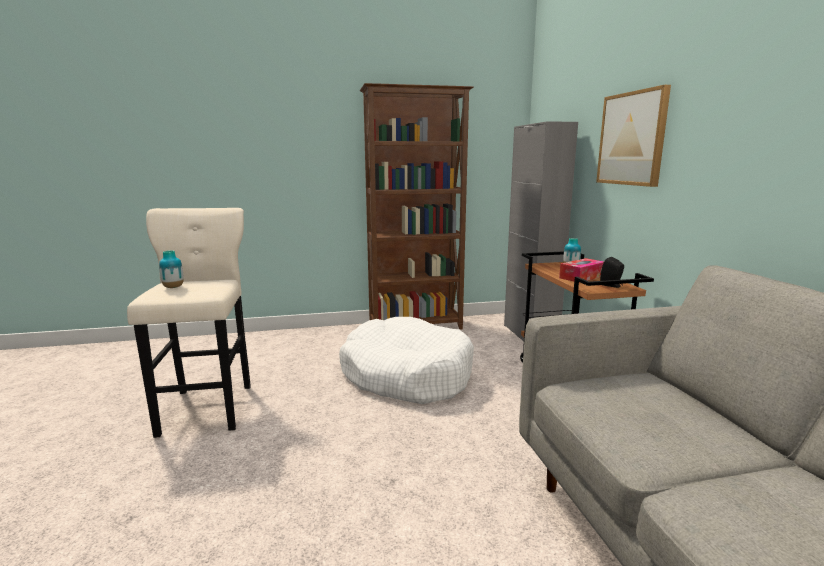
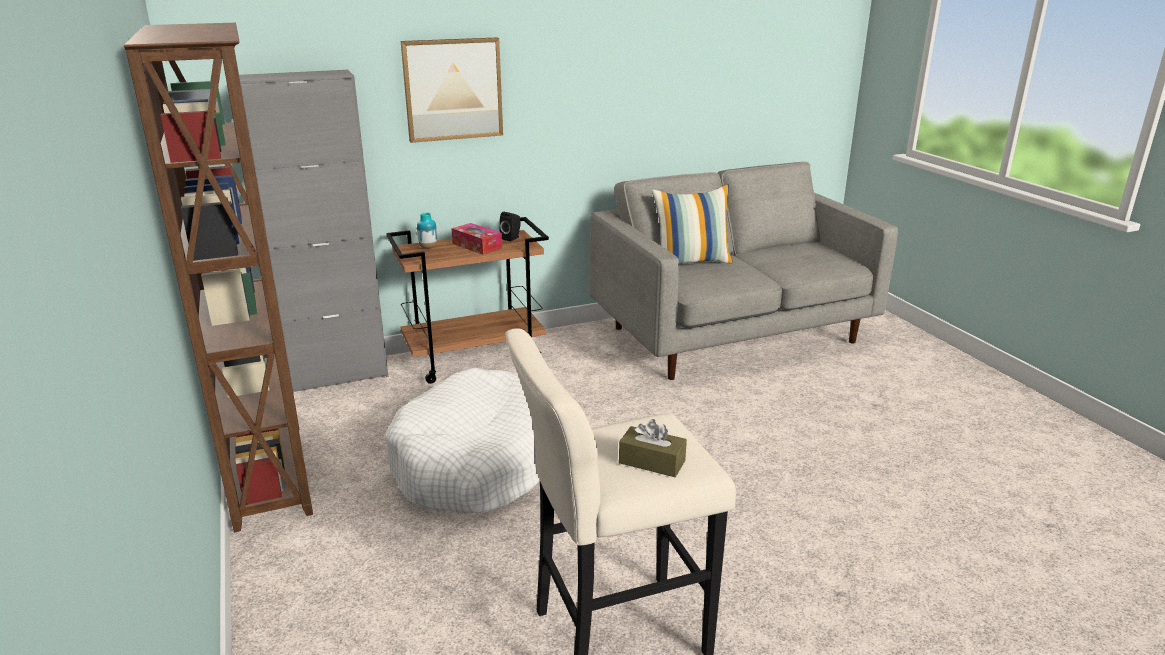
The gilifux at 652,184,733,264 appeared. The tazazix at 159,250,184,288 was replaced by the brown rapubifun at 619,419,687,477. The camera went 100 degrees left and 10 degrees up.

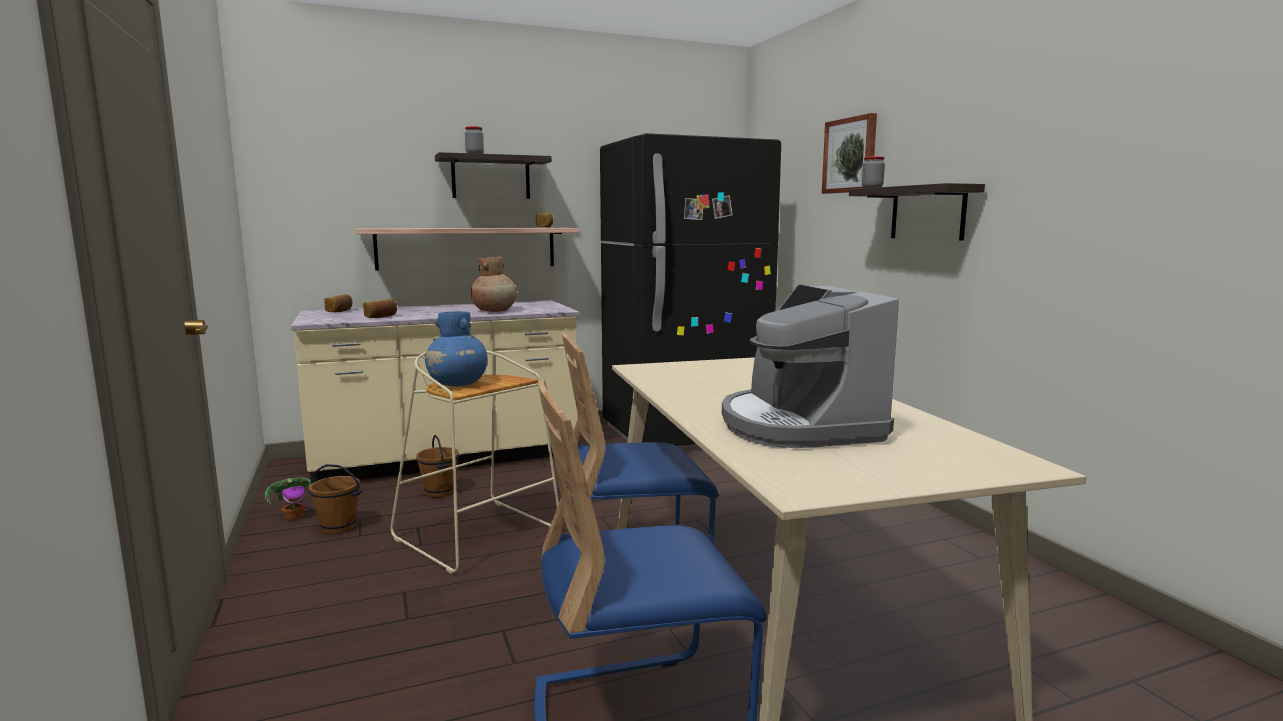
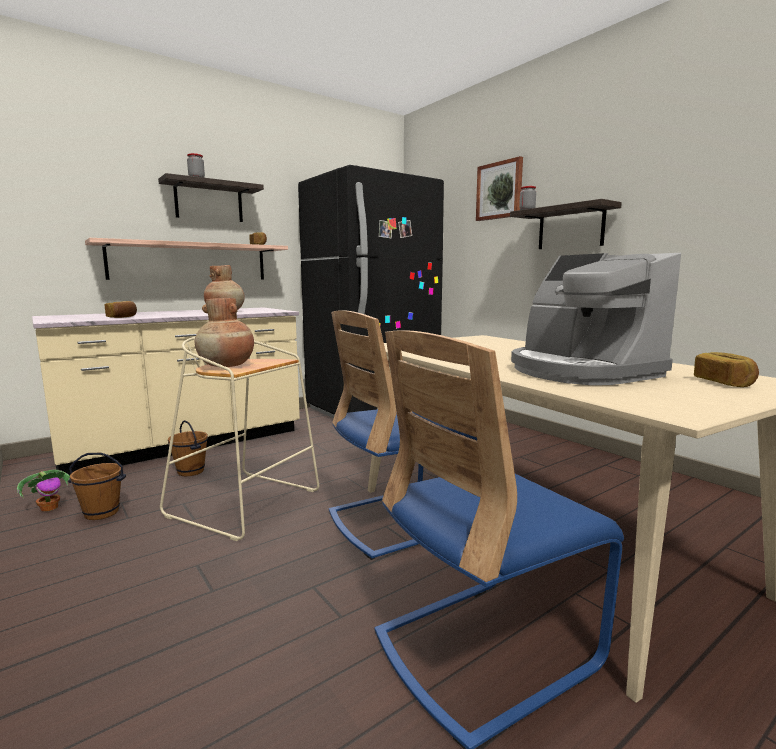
The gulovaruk moved from 324,294,352,312 to 694,352,759,387. The blue tazazix at 425,311,488,386 became the brown tazazix at 195,298,254,367. The camera went 15 degrees left and 0 degrees up.

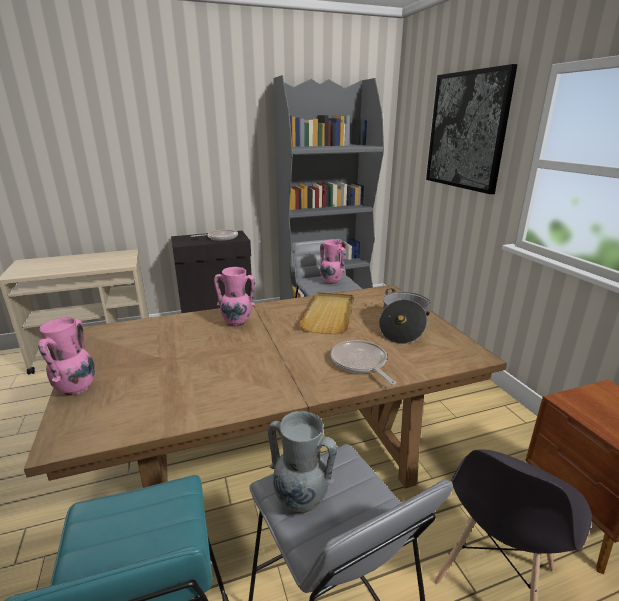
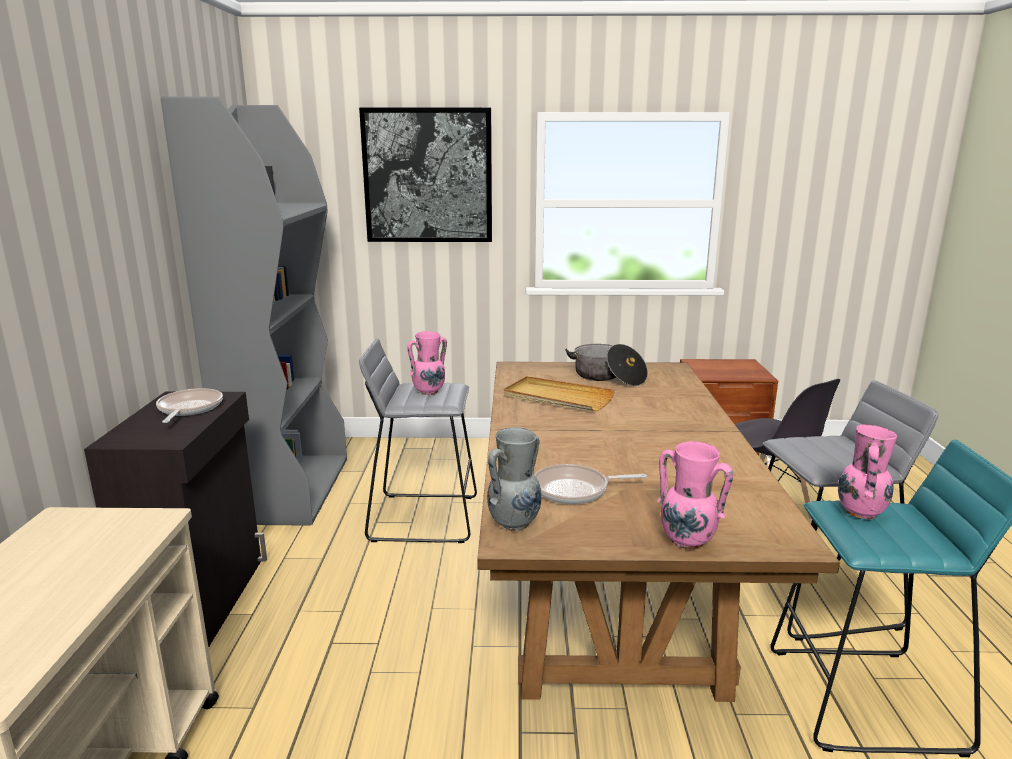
The pink tazazix moved from 214,267,255,327 to 838,424,897,520. The grey tazazix moved from 268,411,337,514 to 487,427,541,532. The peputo moved from 331,340,396,385 to 534,464,647,504. The camera went 70 degrees left and 5 degrees down.

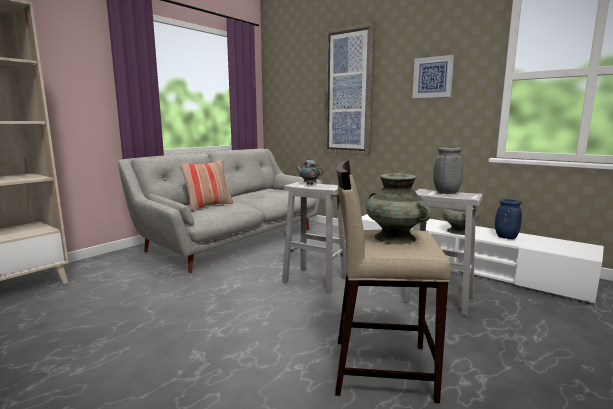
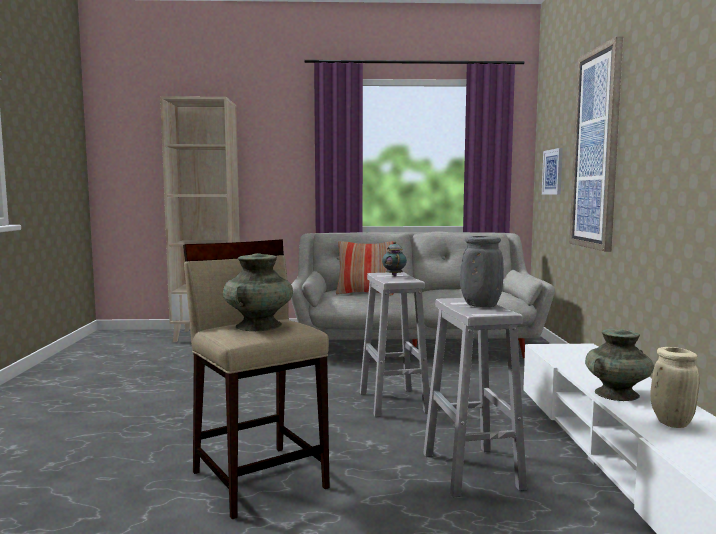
The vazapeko moved from 412,55,454,98 to 542,148,563,195. The blue tazazix at 495,199,522,239 became the beige tazazix at 650,347,700,428. The camera went 50 degrees right and 5 degrees down.

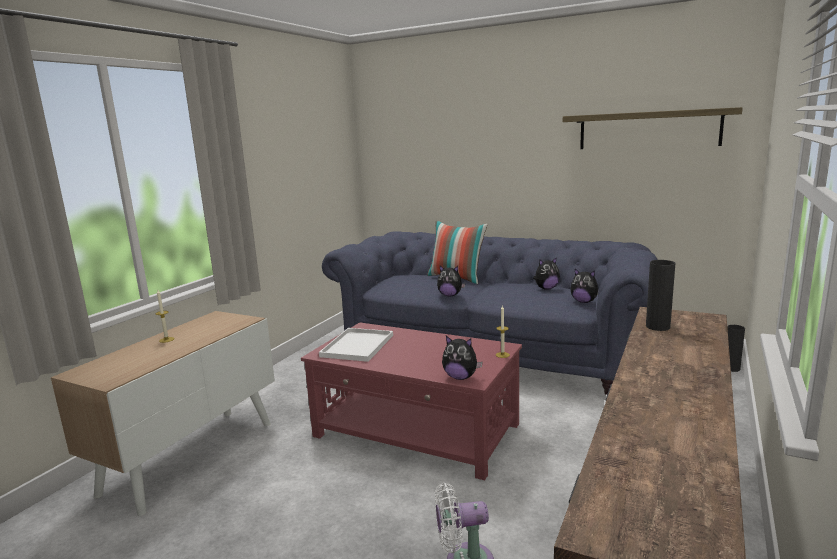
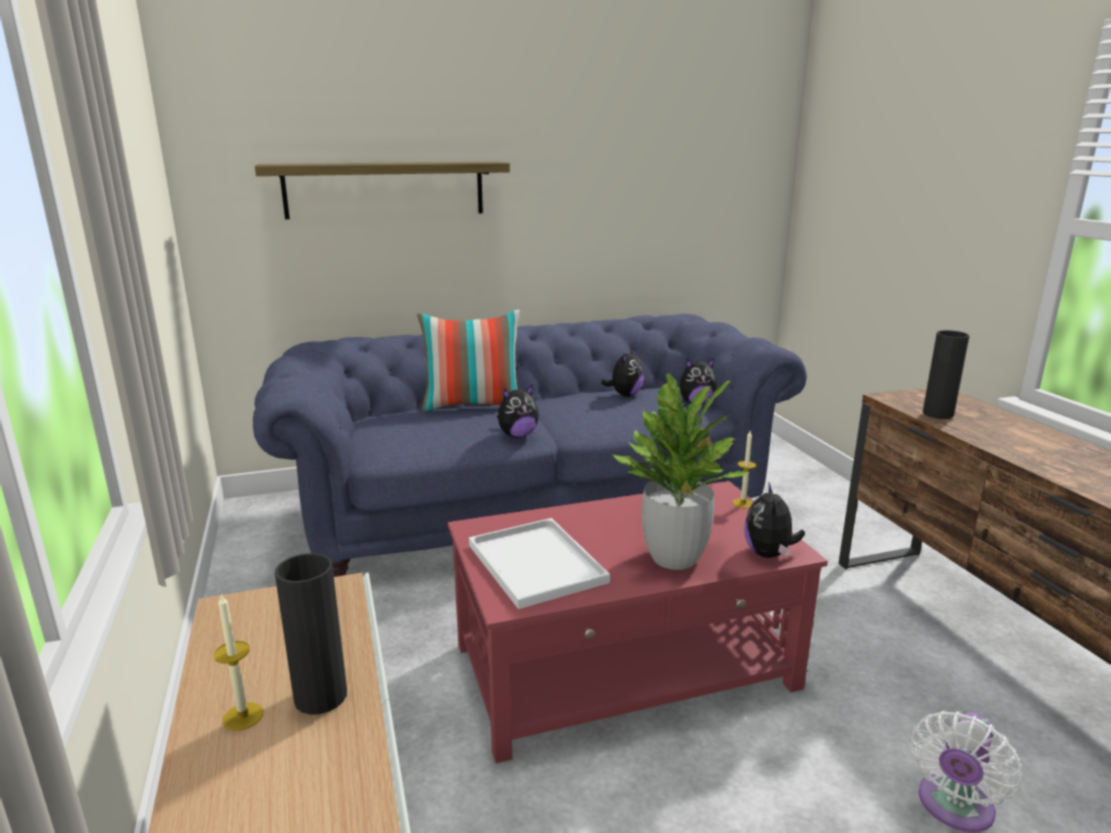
The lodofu at 612,373,747,570 appeared. The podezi moved from 563,107,743,149 to 255,161,510,219. The black tazazix moved from 727,325,745,372 to 275,553,347,715. The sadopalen at 442,336,483,380 turned 120 degrees clockwise. The camera went 45 degrees left and 5 degrees up.

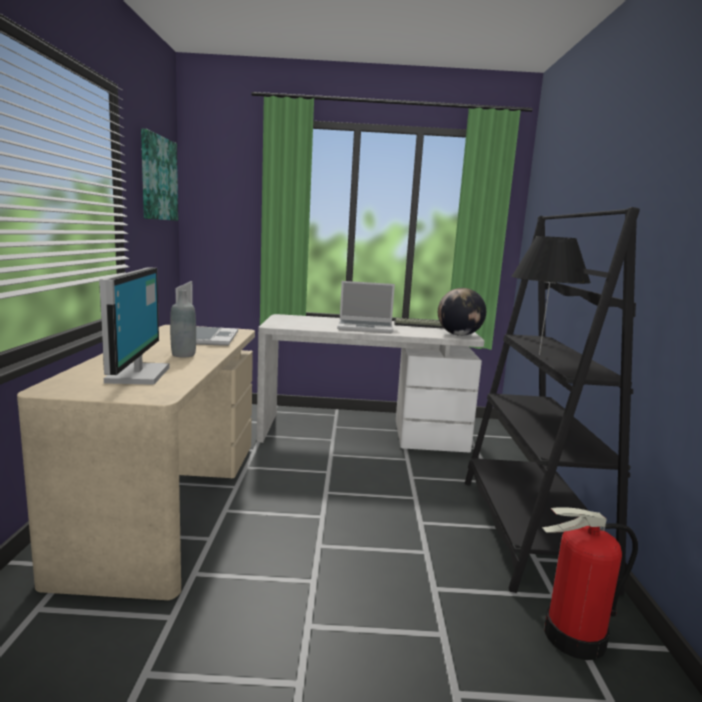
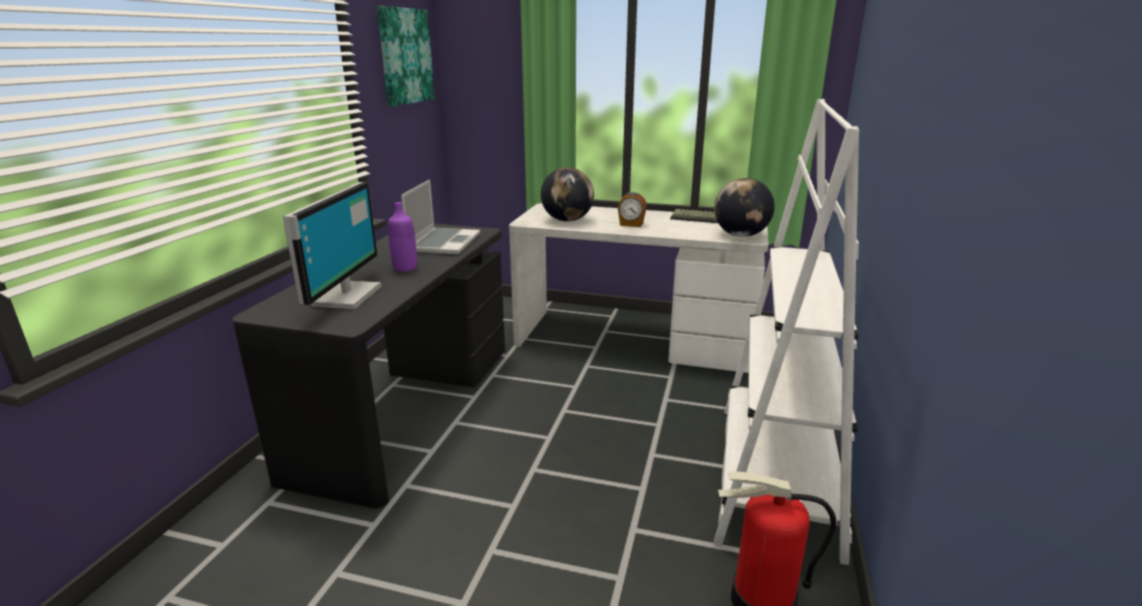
The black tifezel at 511,236,591,355 disappeared. The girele at 541,167,594,222 appeared. The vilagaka at 337,281,395,333 was replaced by the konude at 618,192,647,227. The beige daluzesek at 17,325,255,600 became the black daluzesek at 232,224,505,509. The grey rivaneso at 170,290,196,357 became the purple rivaneso at 388,202,417,272. The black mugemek at 465,207,640,595 became the white mugemek at 714,99,859,565. The camera went 15 degrees right and 10 degrees up.

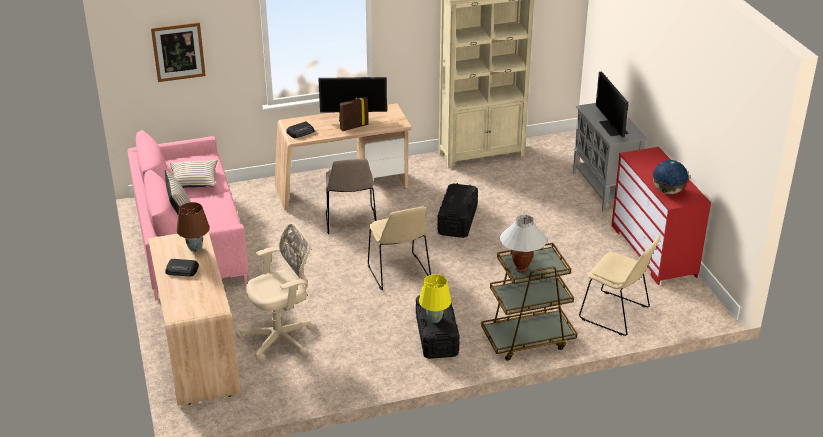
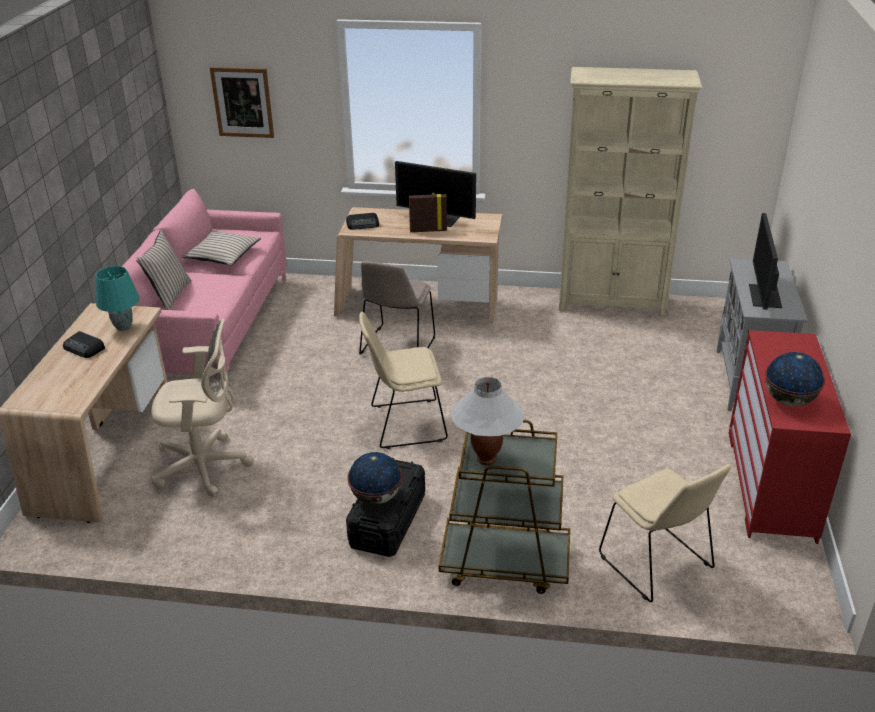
The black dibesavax at 437,183,478,238 disappeared. The yellow tifezel at 419,274,452,323 was replaced by the girele at 347,452,402,505. The brown tifezel at 177,202,210,252 became the turquoise tifezel at 96,266,139,331. The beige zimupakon at 368,207,431,290 turned 75 degrees clockwise. The camera went 25 degrees right and 0 degrees up.

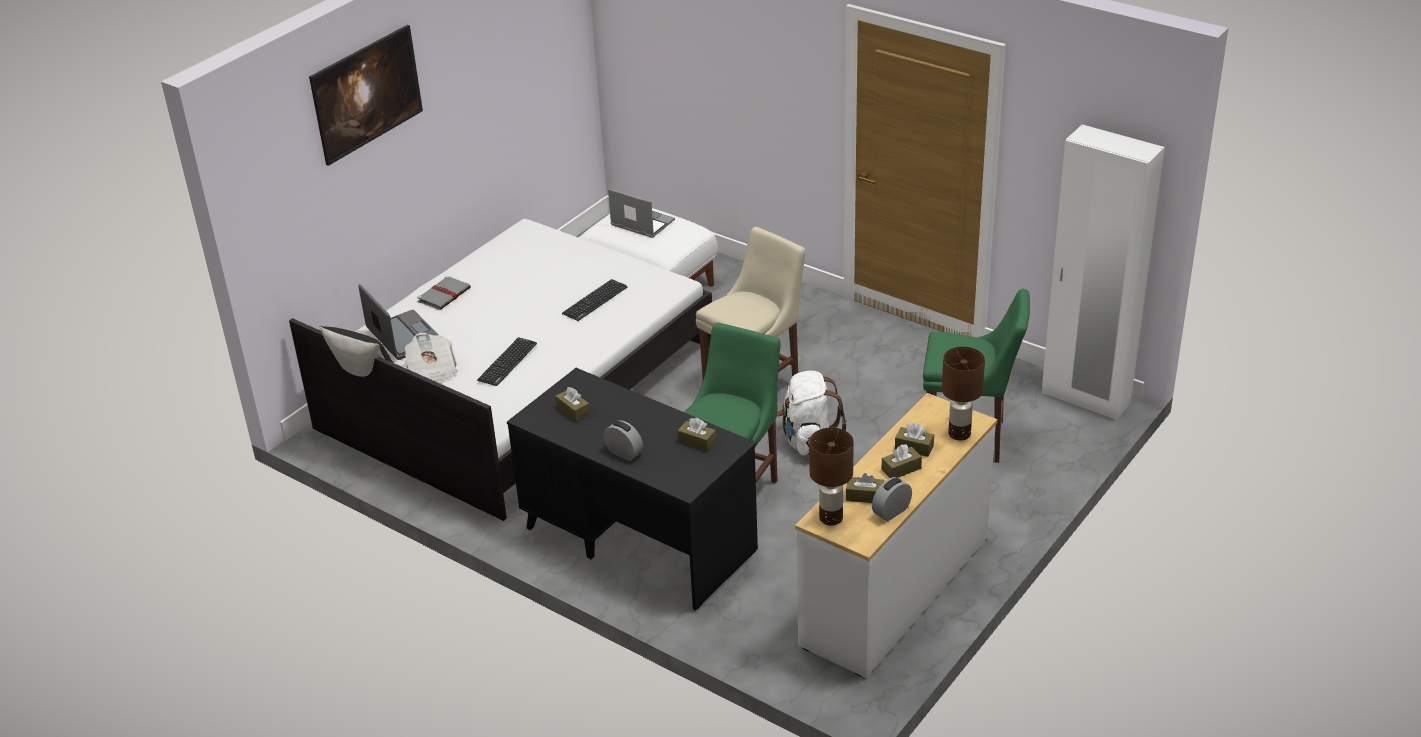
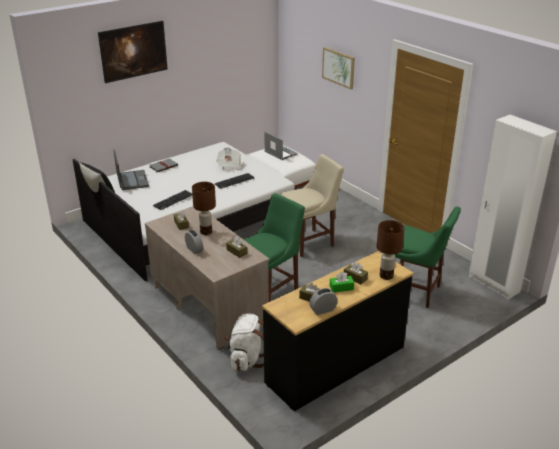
The vazapeko at 322,47,355,89 appeared. The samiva moved from 405,332,458,384 to 217,147,241,172. The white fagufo moved from 777,371,847,455 to 225,313,264,371. The brown tifezel moved from 809,428,854,526 to 192,182,216,235. The black daluzesek at 507,368,758,611 became the beige daluzesek at 145,206,269,350. The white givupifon at 795,393,997,678 became the black givupifon at 262,251,414,411. The brown rapubifun at 882,444,922,478 became the green rapubifun at 330,272,354,293. The camera went 15 degrees right and 5 degrees down.

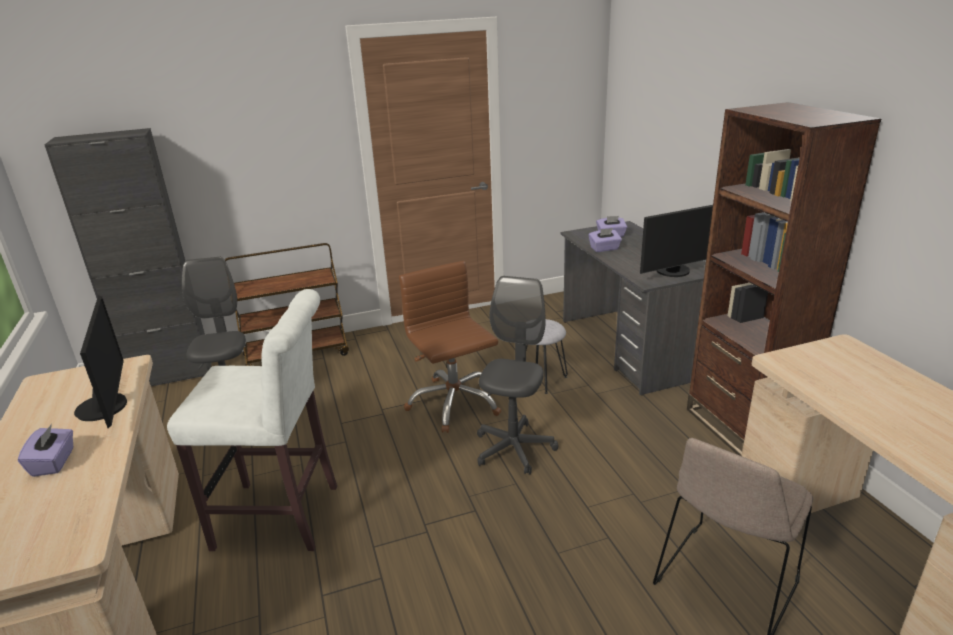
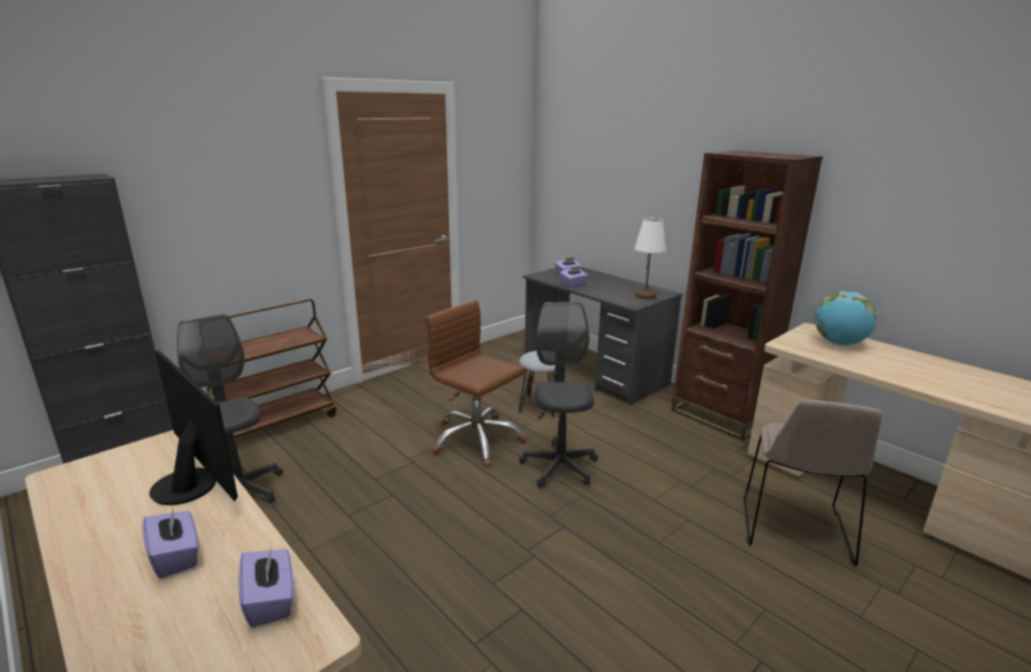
The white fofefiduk at 167,289,337,551 disappeared. The purple rapubifun at 239,545,294,628 appeared. The girele at 815,291,877,345 appeared. The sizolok at 640,205,713,277 was replaced by the white tifezel at 634,218,666,299. The camera went 25 degrees left and 5 degrees down.

